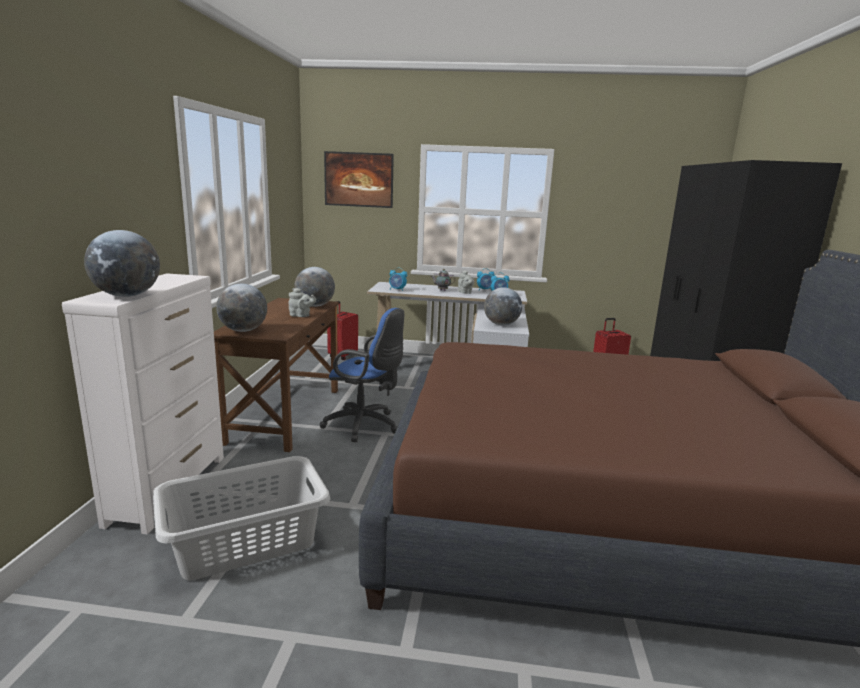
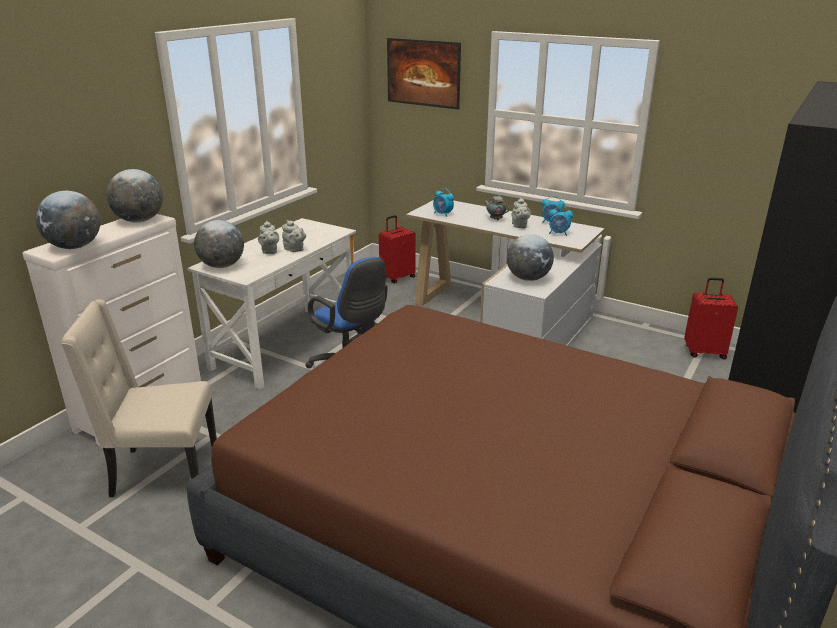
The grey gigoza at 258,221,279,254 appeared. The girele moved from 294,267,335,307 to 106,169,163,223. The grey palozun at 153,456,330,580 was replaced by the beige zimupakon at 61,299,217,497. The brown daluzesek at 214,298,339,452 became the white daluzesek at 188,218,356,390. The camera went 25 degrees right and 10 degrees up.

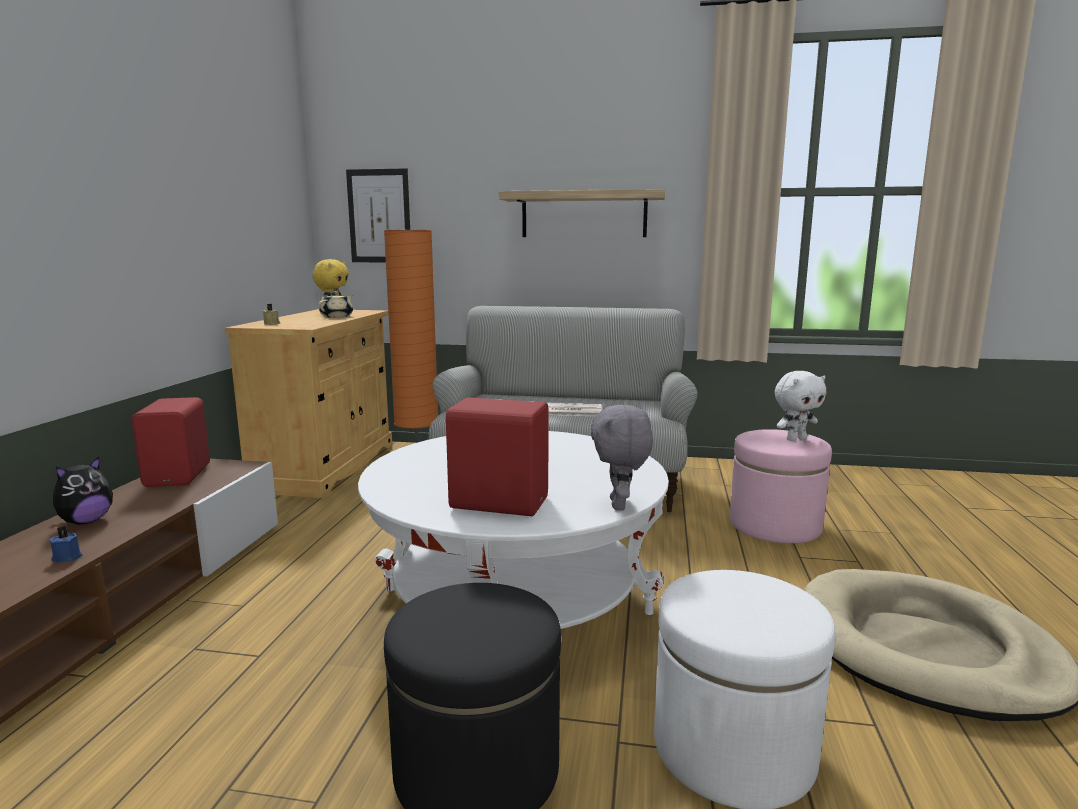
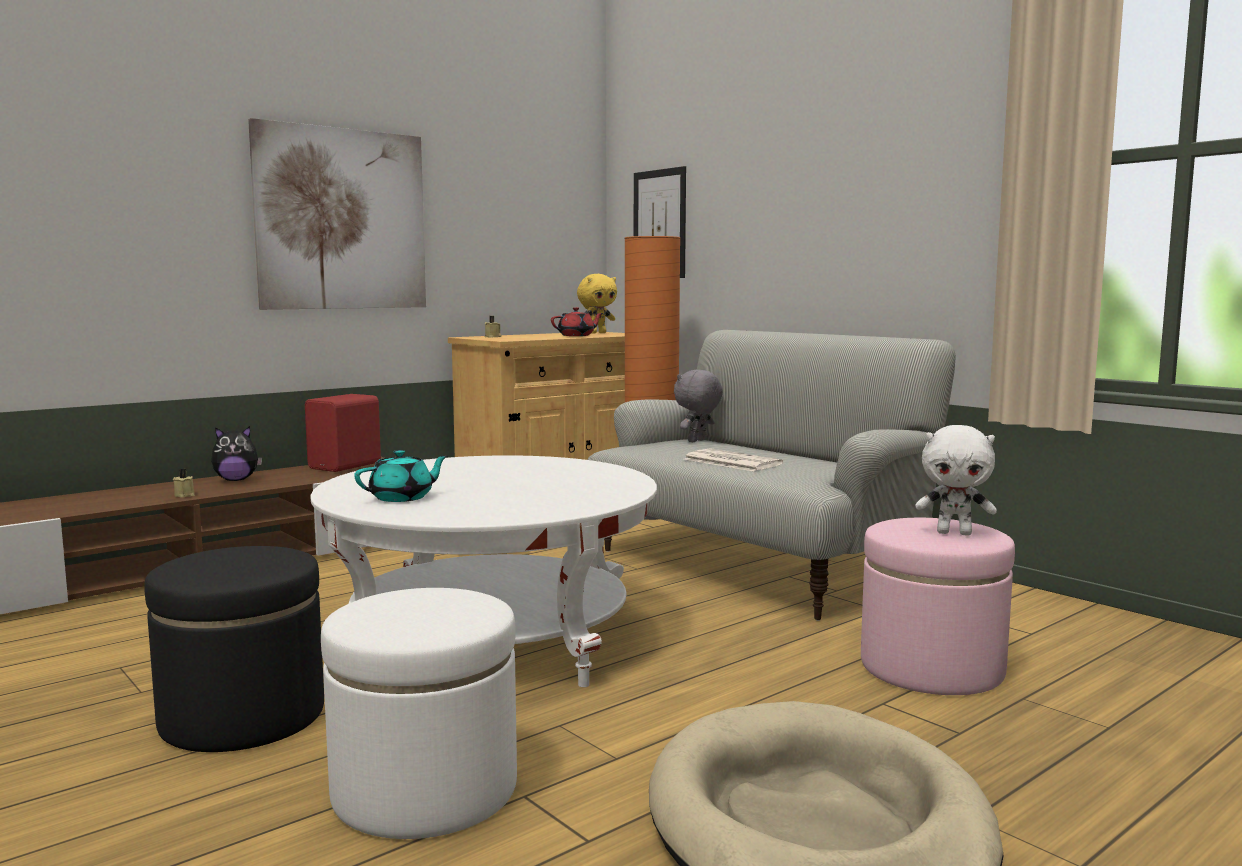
The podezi at 499,189,665,237 disappeared. The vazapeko at 248,118,426,310 appeared. The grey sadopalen moved from 591,405,653,510 to 674,370,723,442. The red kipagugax at 446,397,549,516 was replaced by the turquoise gigoza at 354,450,449,502. The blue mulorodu at 49,526,82,563 became the beige mulorodu at 173,469,195,497. The beige gigoza at 319,291,353,318 became the red gigoza at 551,307,603,336. The camera went 40 degrees right and 5 degrees down.

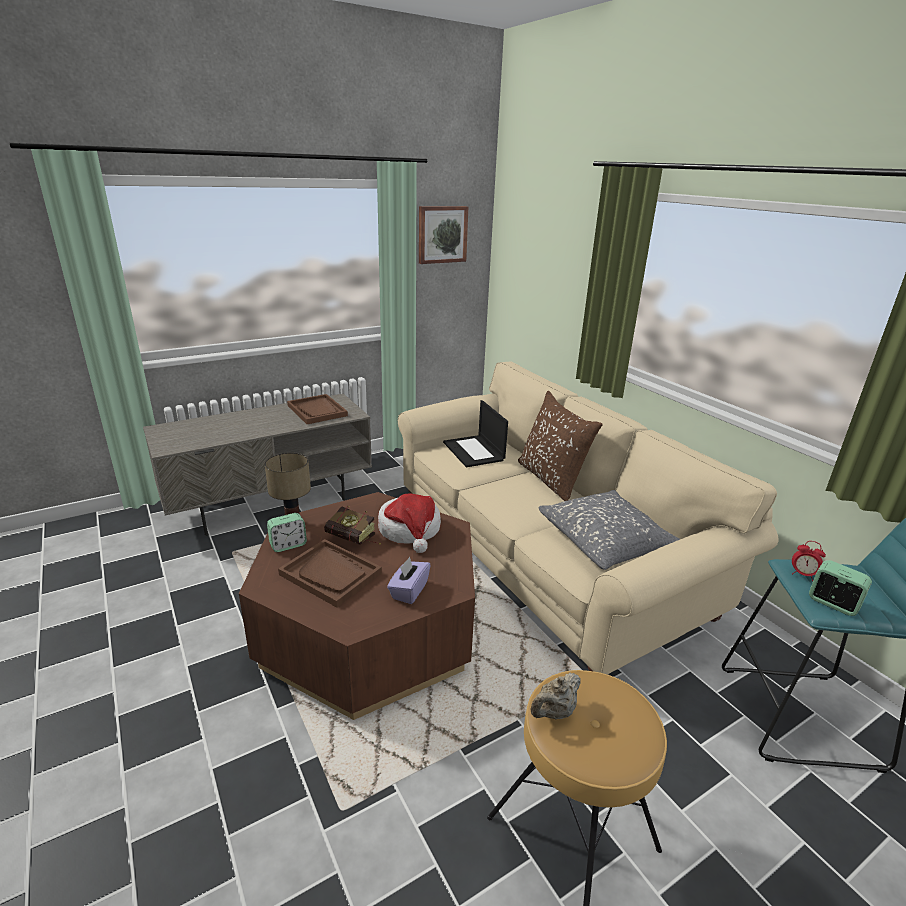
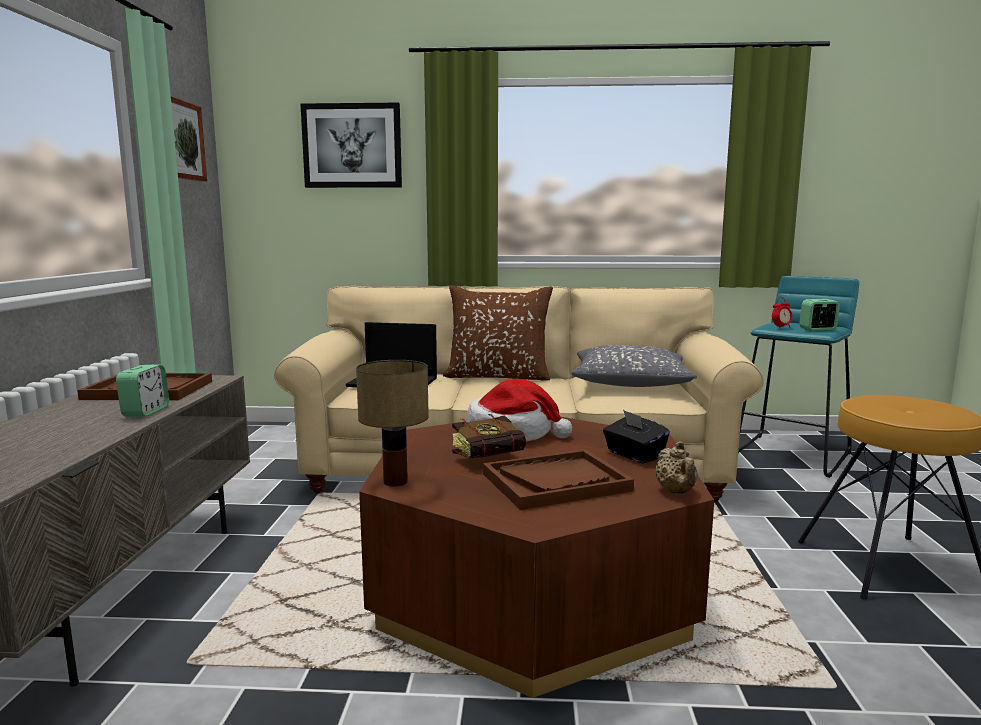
The vazapeko at 300,103,402,188 appeared. The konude moved from 267,513,307,552 to 116,365,169,417. The beige gigoza moved from 530,673,581,719 to 655,441,698,494. The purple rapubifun at 387,557,431,604 became the black rapubifun at 603,410,670,463. The camera went 55 degrees left and 15 degrees down.

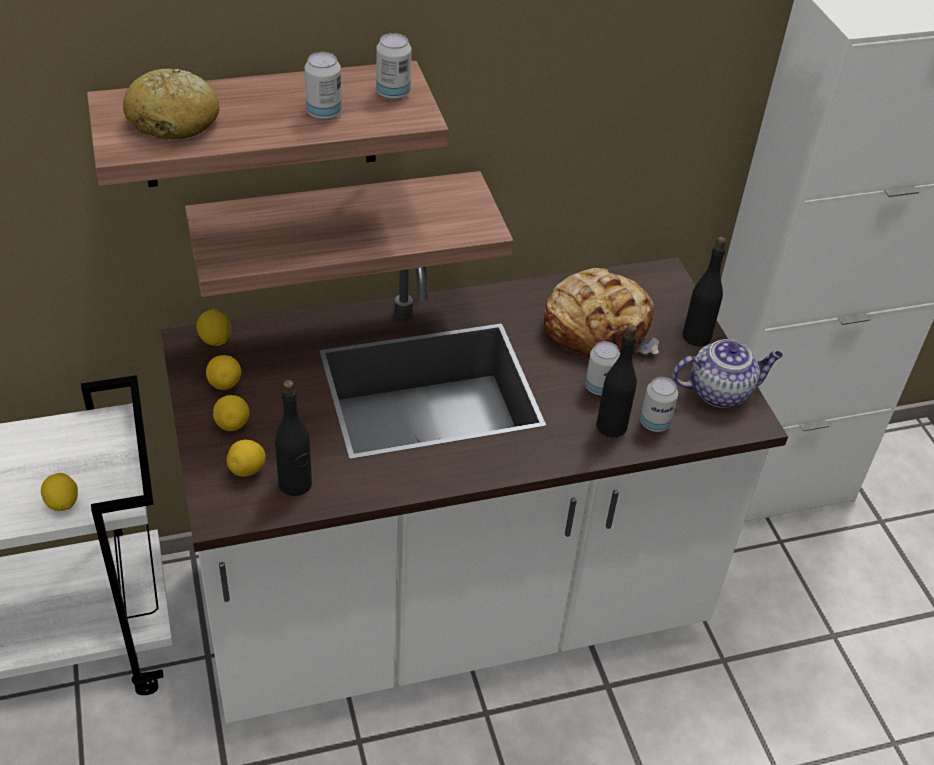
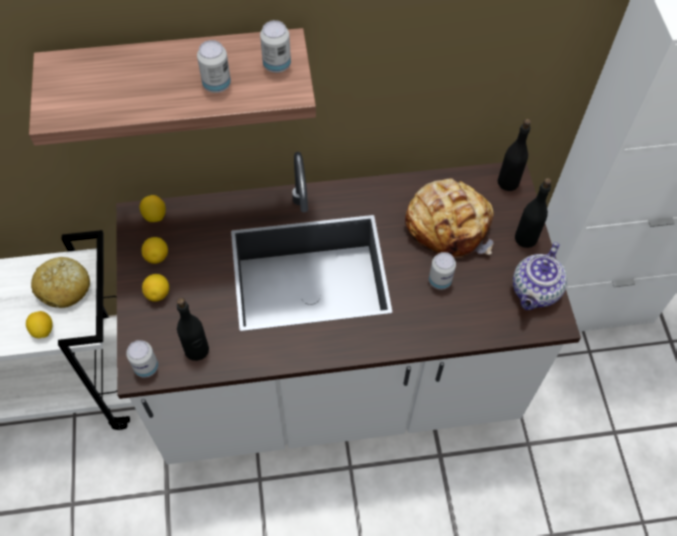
The podezi at 185,171,513,297 disappeared. The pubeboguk at 226,440,266,477 disappeared. The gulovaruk moved from 123,69,220,140 to 31,257,90,308. The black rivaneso moved from 596,325,637,438 to 498,119,531,191. The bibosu moved from 640,377,678,432 to 126,340,158,378. The gigoza at 673,339,783,408 turned 120 degrees clockwise. The camera went 10 degrees right and 15 degrees up.

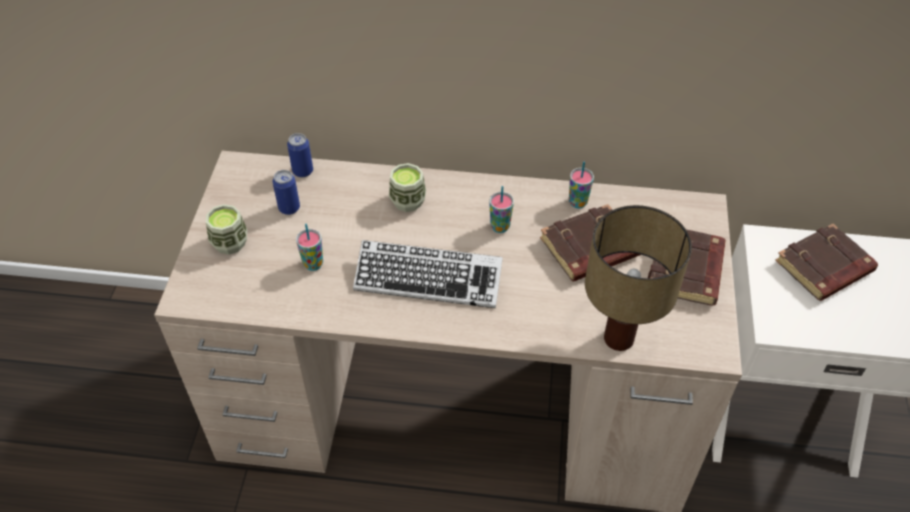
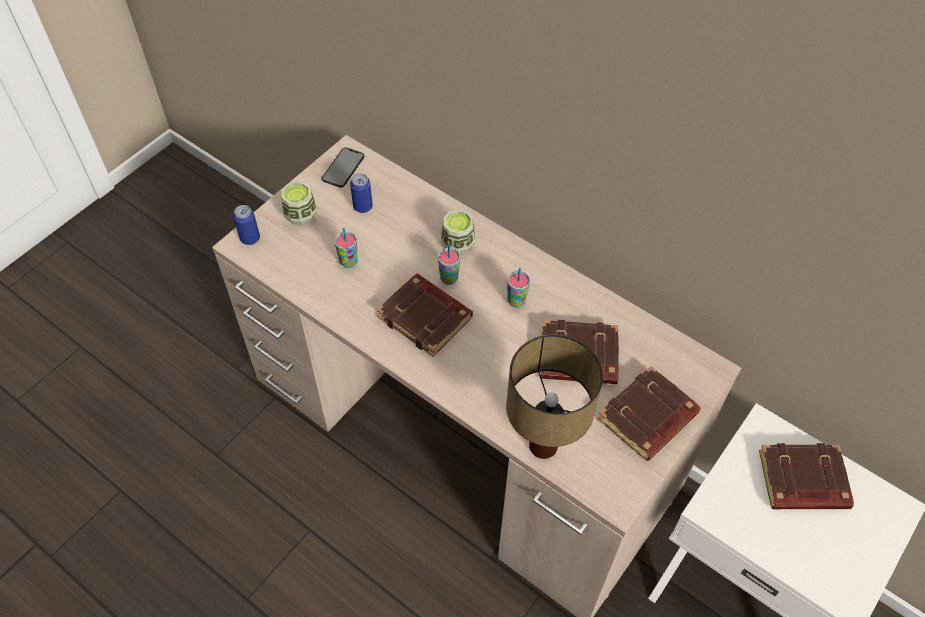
The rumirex at 322,148,364,188 appeared. The bibosu moved from 287,133,313,177 to 233,205,260,245. The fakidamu moved from 569,161,594,208 to 438,244,460,285. The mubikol at 353,240,503,308 was replaced by the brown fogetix at 377,274,473,357. The camera went 30 degrees right and 5 degrees up.

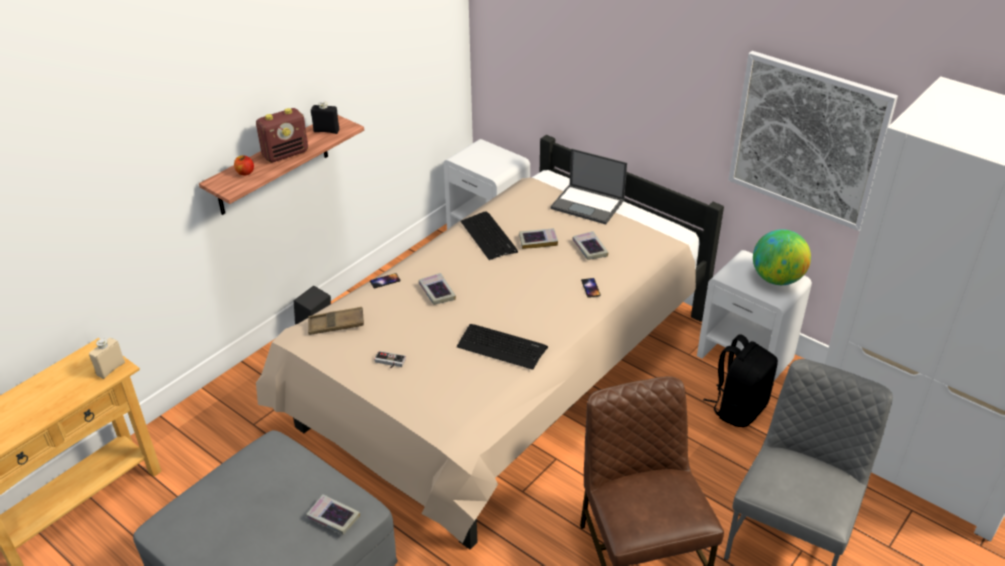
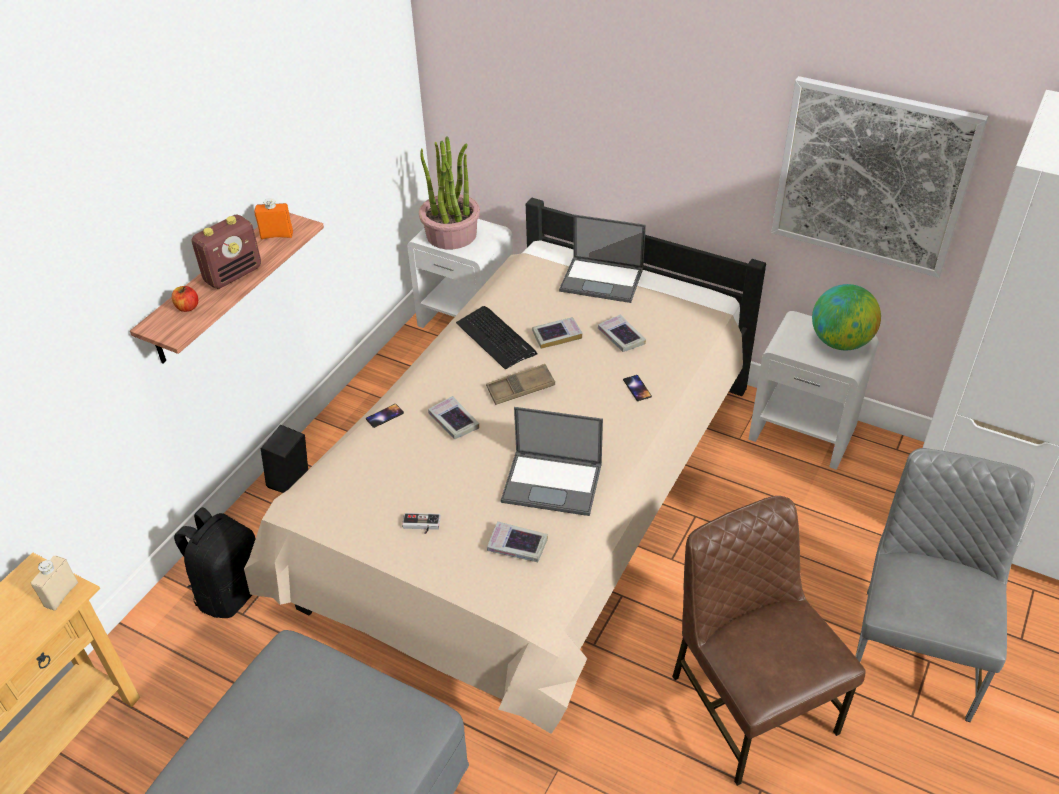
The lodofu at 419,136,480,249 appeared. The fogetix moved from 306,494,360,535 to 487,521,548,563. The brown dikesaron moved from 308,307,364,335 to 486,364,555,405. The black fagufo moved from 703,334,778,427 to 174,507,256,618. The mubikol at 457,324,548,370 was replaced by the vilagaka at 501,407,603,516. The black rivaneso at 311,100,339,134 became the orange rivaneso at 254,198,293,239. The camera went 10 degrees left and 5 degrees up.

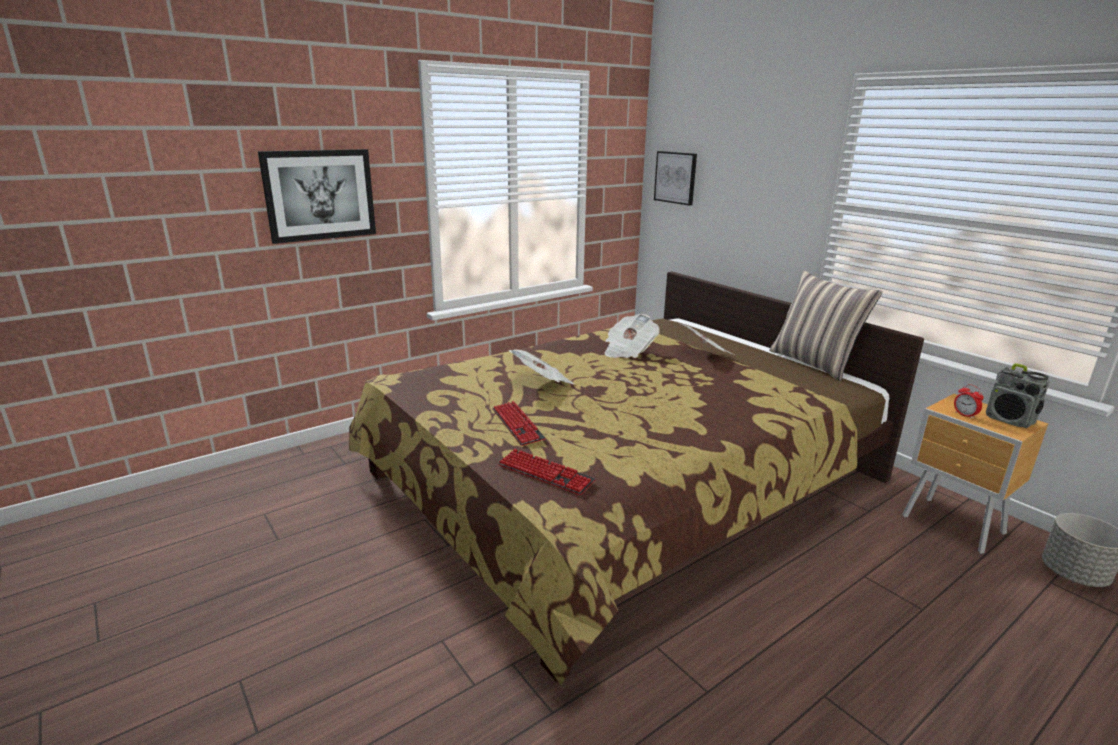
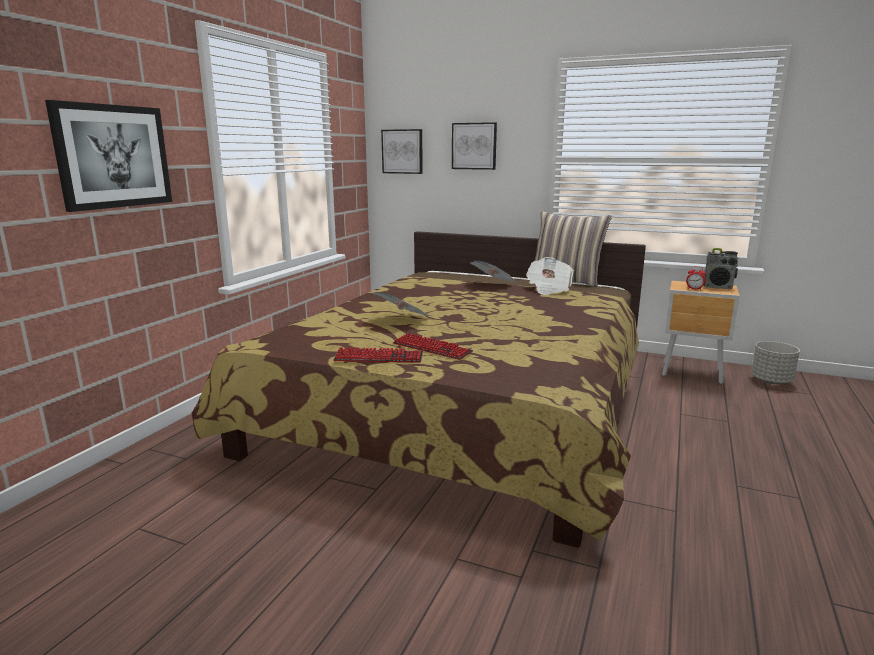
The vazapeko at 452,122,497,170 appeared. The mubikol moved from 498,449,596,495 to 334,347,423,363. The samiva moved from 604,314,659,358 to 526,257,574,295. The camera went 30 degrees left and 5 degrees down.

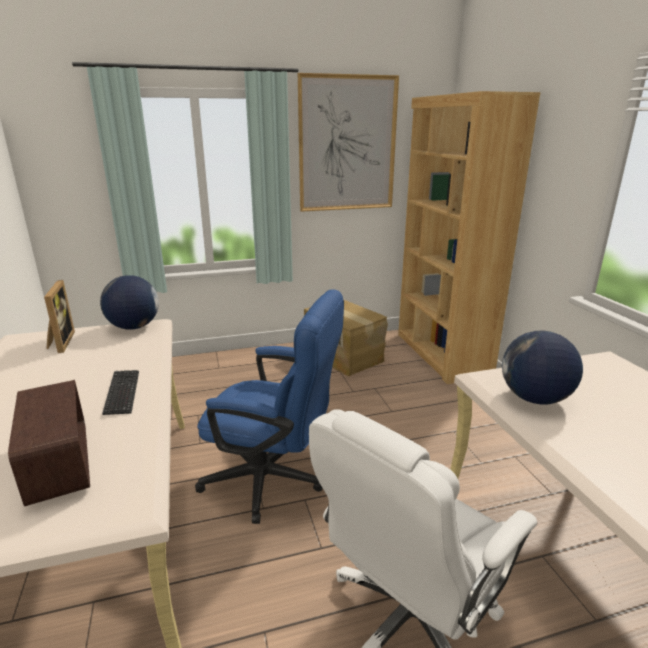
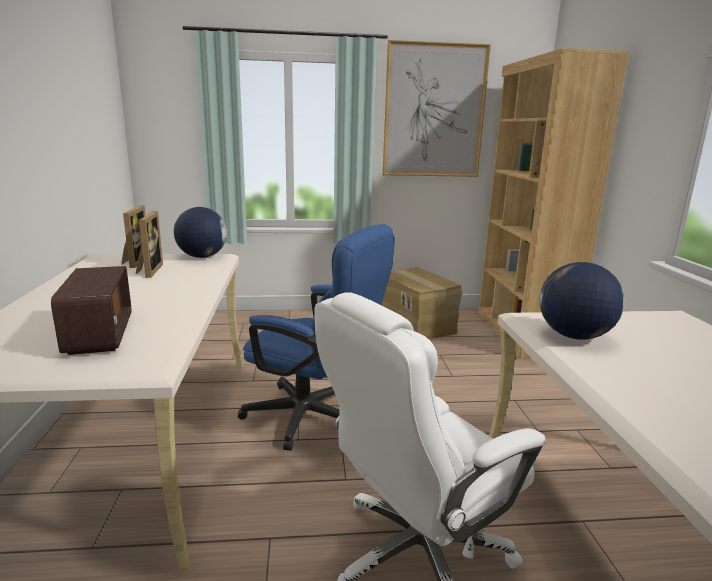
The mubikol at 102,370,139,415 disappeared. The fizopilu at 136,211,163,278 appeared. The camera went 10 degrees right and 5 degrees down.

